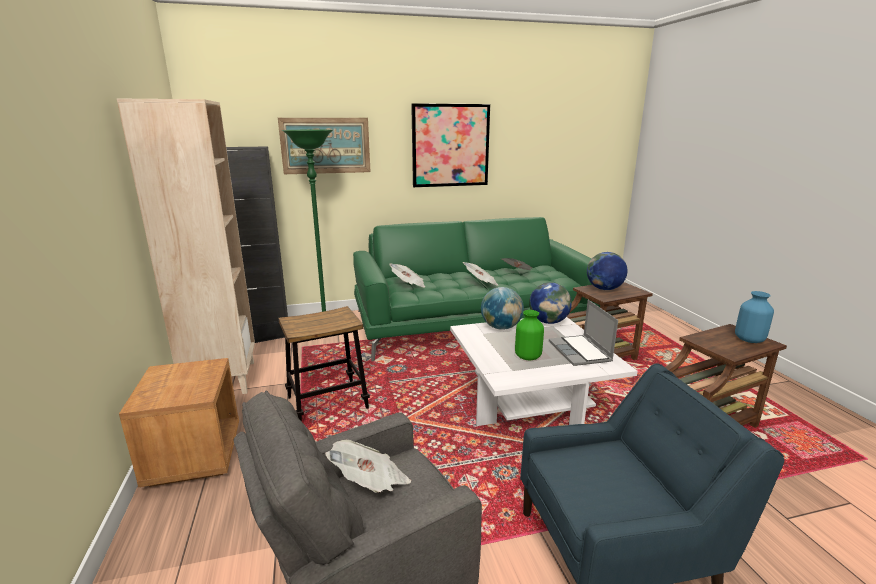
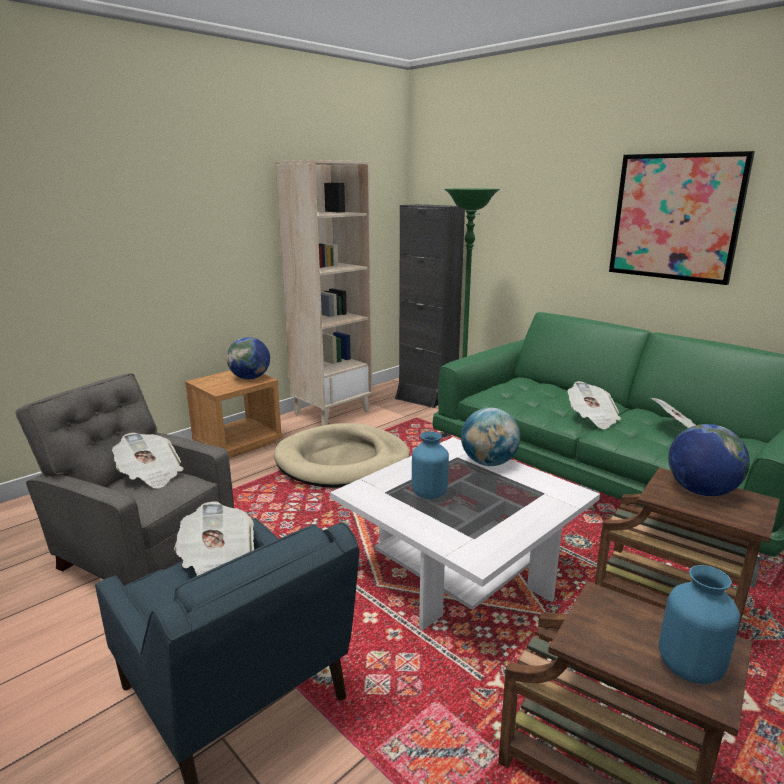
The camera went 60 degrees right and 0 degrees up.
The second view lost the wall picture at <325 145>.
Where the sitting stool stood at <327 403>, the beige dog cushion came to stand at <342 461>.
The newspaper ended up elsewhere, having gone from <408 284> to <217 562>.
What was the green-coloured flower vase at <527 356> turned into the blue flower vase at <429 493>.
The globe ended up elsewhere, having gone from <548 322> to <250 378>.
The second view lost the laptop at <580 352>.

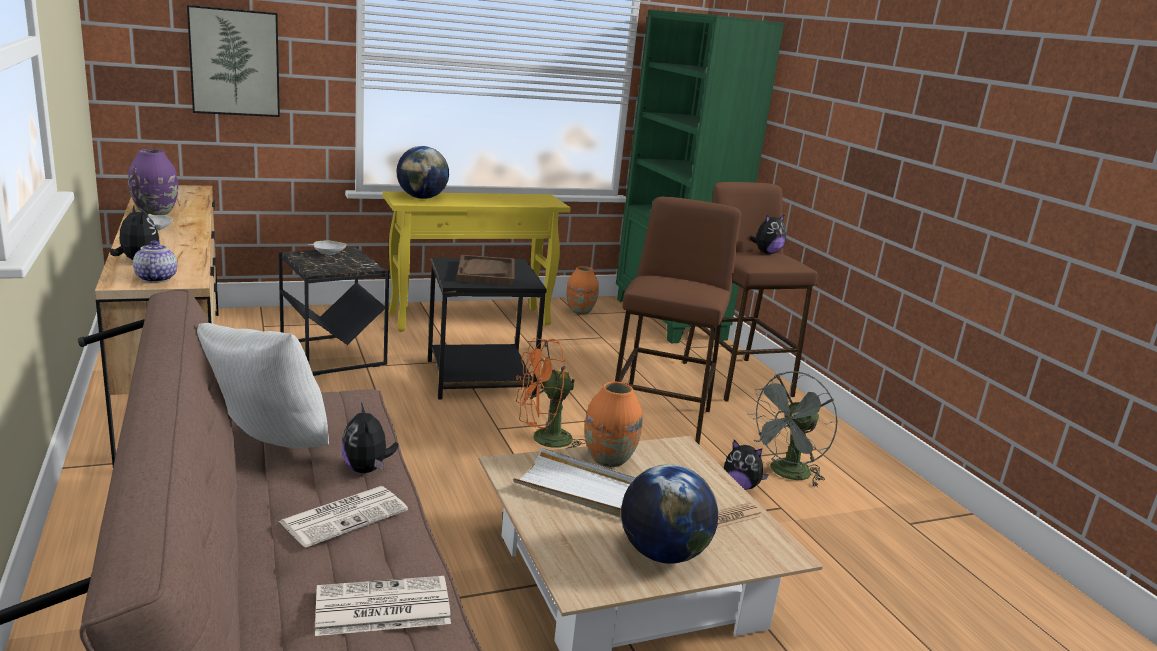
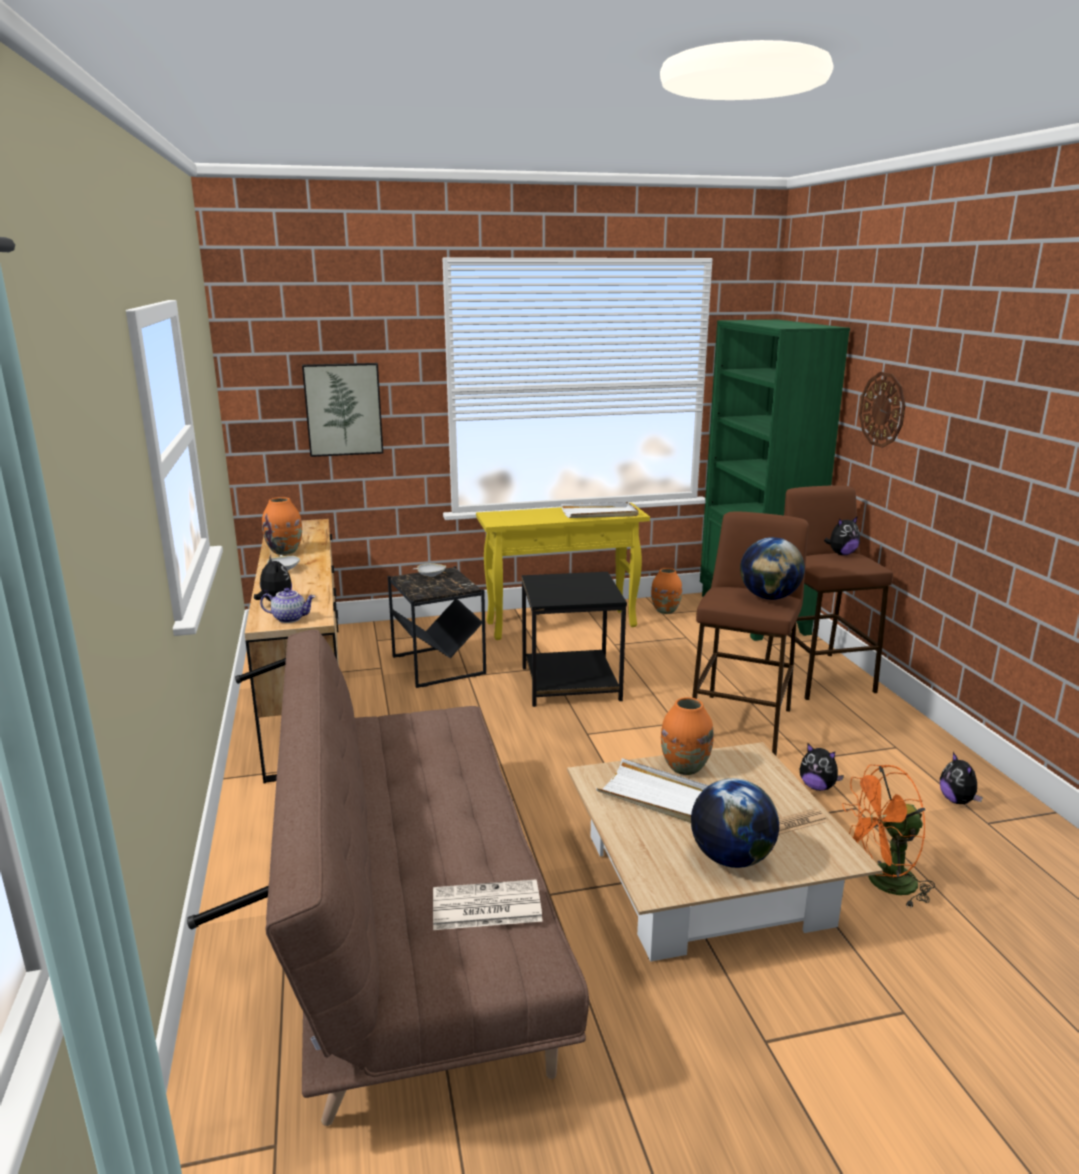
The camera went 10 degrees right and 0 degrees up.
What was the purple flower vase at <156 213> turned into the orange flower vase at <285 551>.
The pot for tea at <155 278> ended up facing another way, 105 degrees clockwise from before.
The second view lost the white pillow at <265 446>.
The second view lost the newspaper at <345 516>.
The plush toy ended up elsewhere, having gone from <367 469> to <957 801>.
The globe ended up elsewhere, having gone from <422 198> to <769 597>.
The second view lost the brownish tray at <486 272>.
The orange electric fan ended up elsewhere, having gone from <543 440> to <883 883>.
The second view lost the grey electric fan at <786 474>.
The second view gained the white tray at <600 513>.
The second view gained the wall clock at <882 409>.

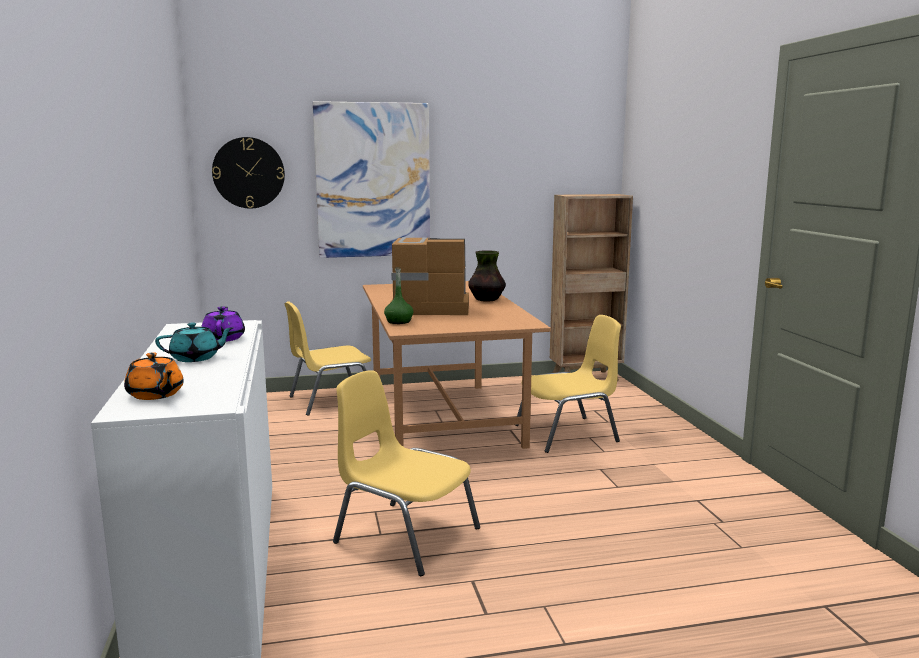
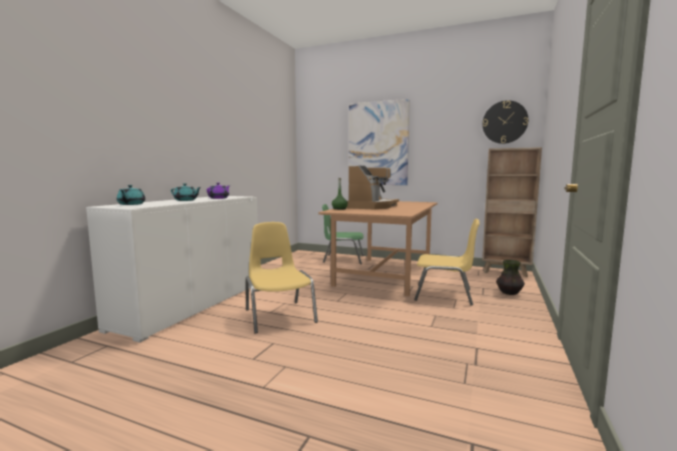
The camera went 35 degrees right and 5 degrees down.
What was the orange pot for tea at <155 395> turned into the turquoise pot for tea at <131 204>.
The wall clock ended up elsewhere, having gone from <248 173> to <504 122>.
What was the yellow-coloured chair at <330 401> turned into the green-coloured chair at <343 259>.
The coffee brewer at <429 308> ended up facing another way, 75 degrees clockwise from before.
The flower vase ended up elsewhere, having gone from <486 300> to <509 293>.

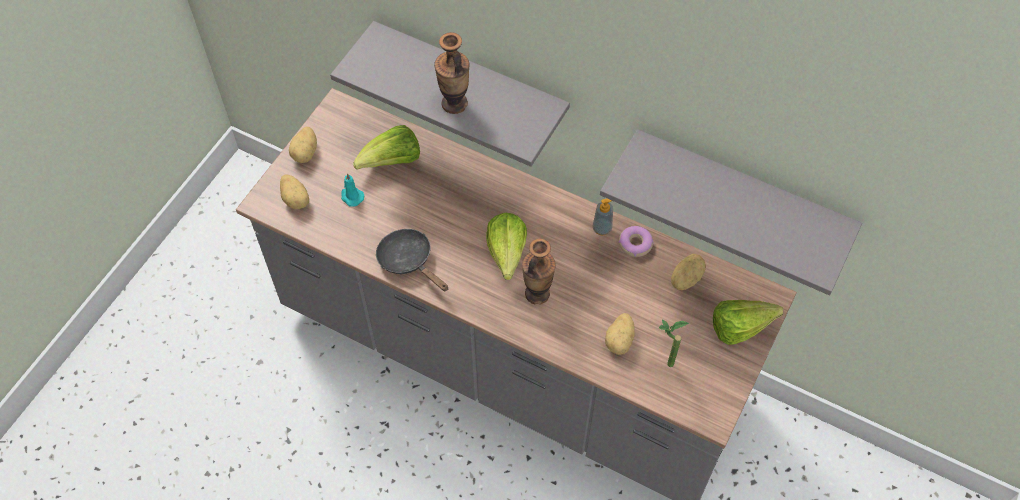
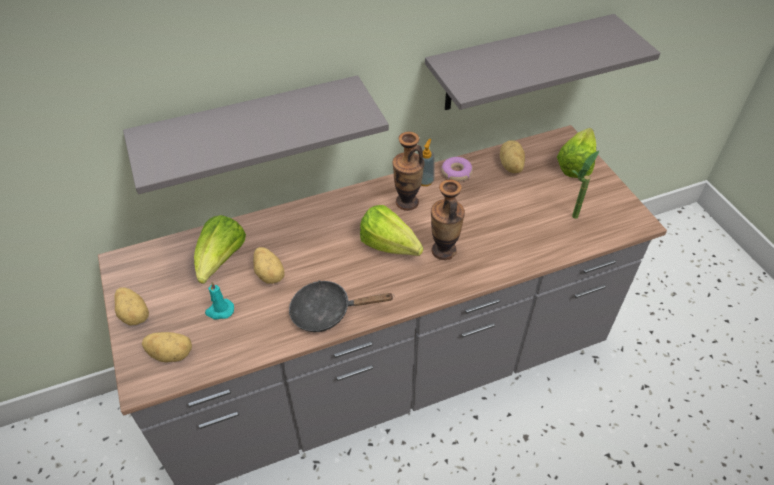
The camera went 50 degrees left and 10 degrees down.
The flower vase ended up elsewhere, having gone from <454 103> to <407 202>.
The spud ended up elsewhere, having gone from <620 340> to <270 274>.

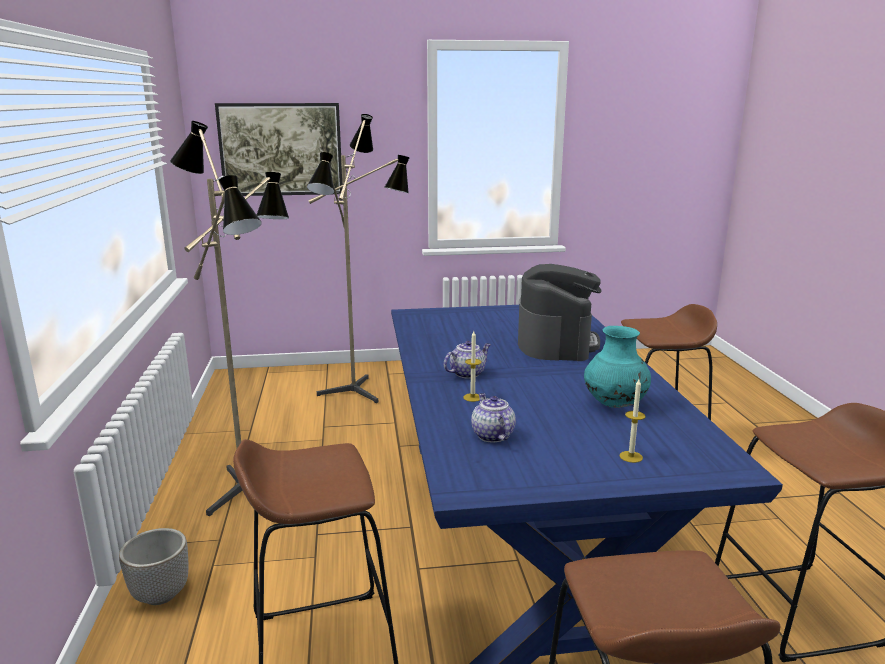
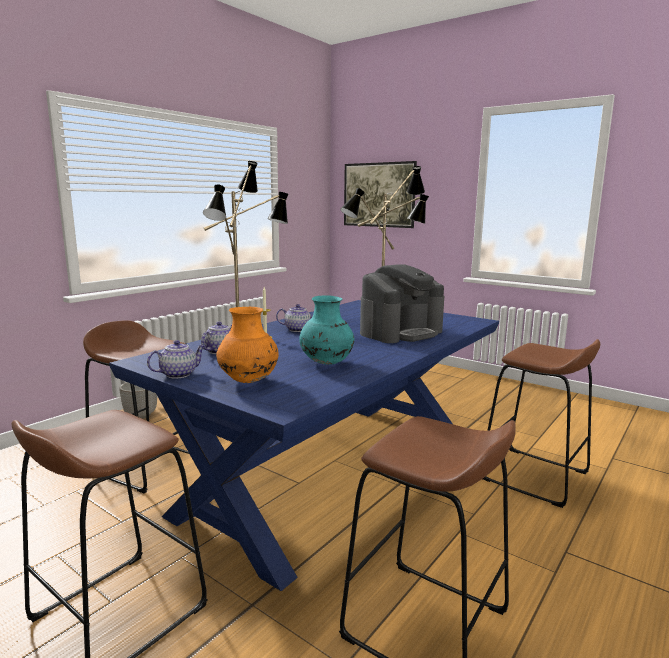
The camera went 45 degrees right and 5 degrees down.
Where the wax candle stood at <631 457>, the orange flower vase came to stand at <249 381>.
The second view gained the pot for tea at <179 374>.

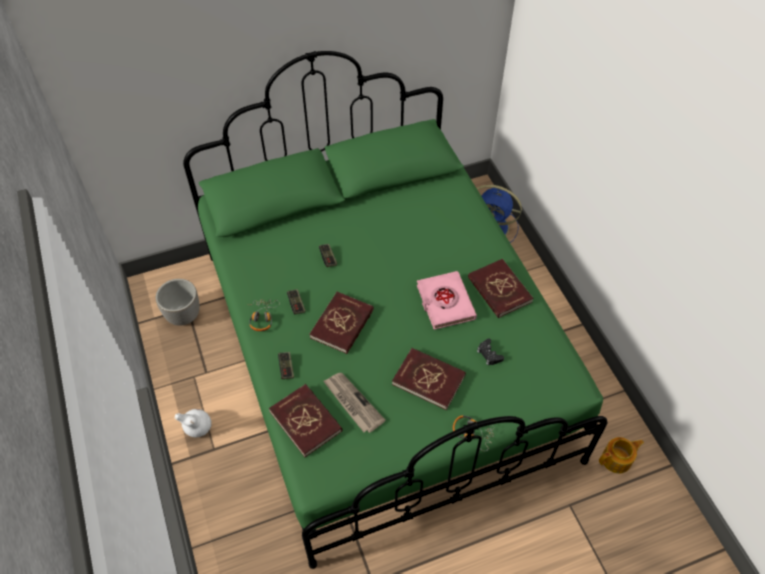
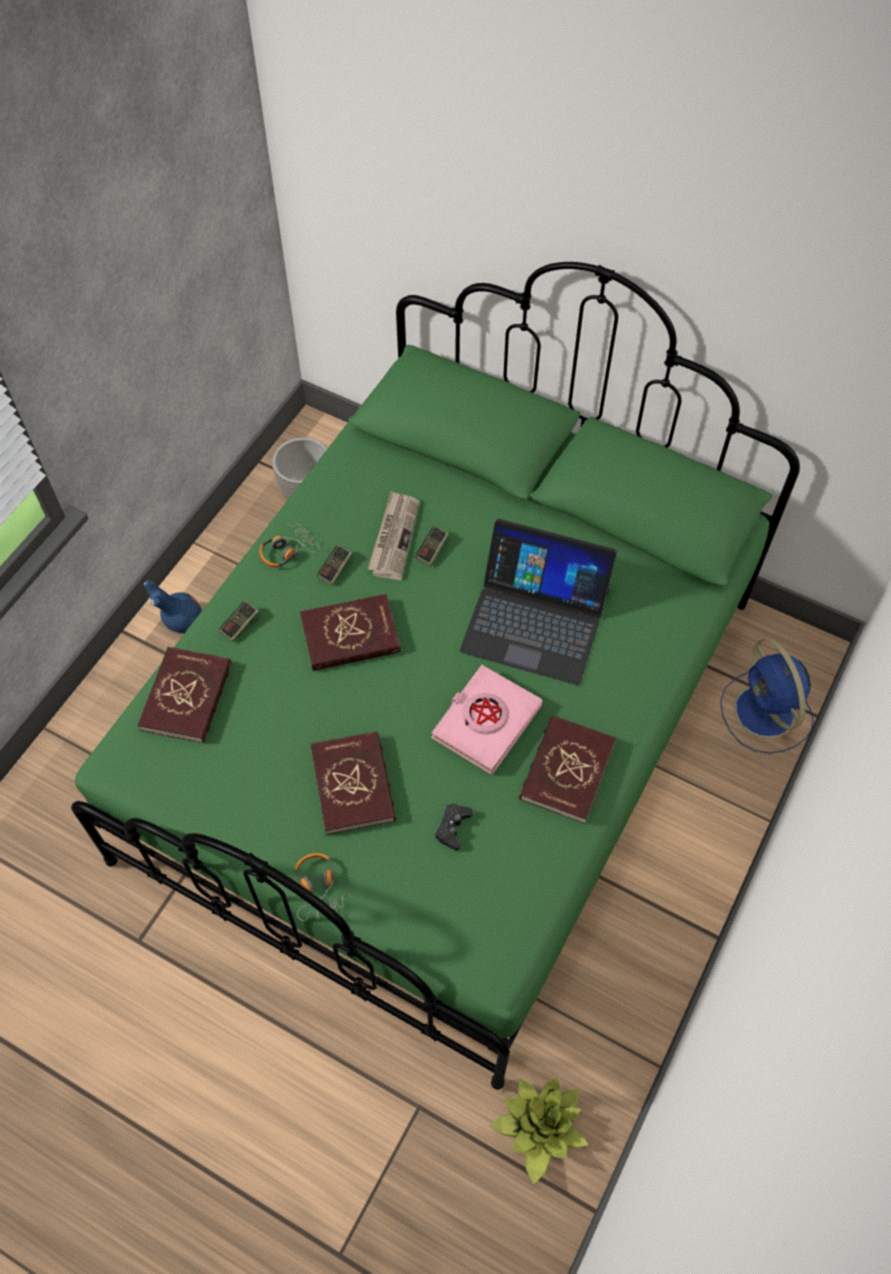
The camera went 50 degrees right and 5 degrees up.
What was the white flower vase at <197 429> turned into the blue flower vase at <181 621>.
The newspaper ended up elsewhere, having gone from <352 403> to <394 537>.
Where the pot for tea stood at <617 459>, the potted plant came to stand at <539 1128>.
The second view gained the laptop at <535 620>.

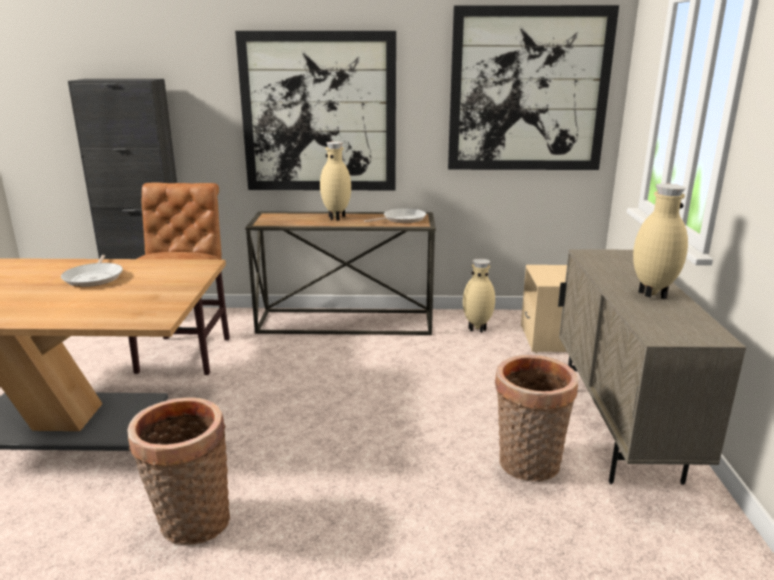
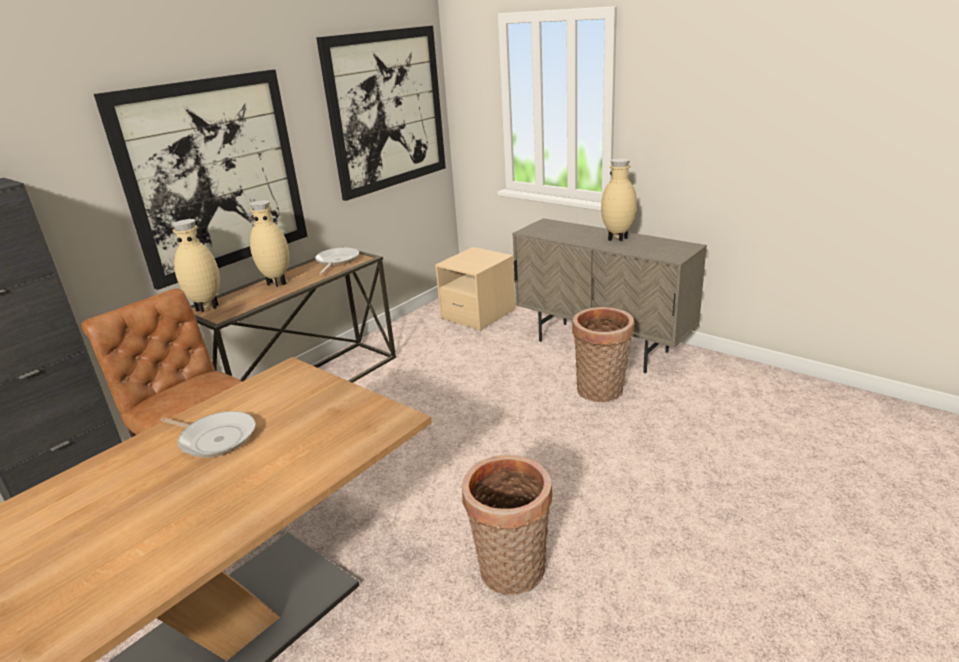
The camera went 50 degrees left and 5 degrees up.
The beige flower vase ended up elsewhere, having gone from <477 329> to <207 307>.

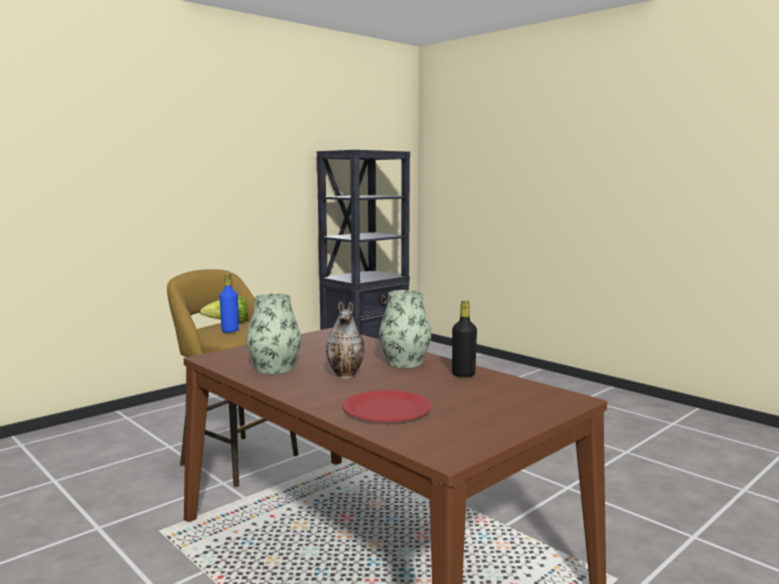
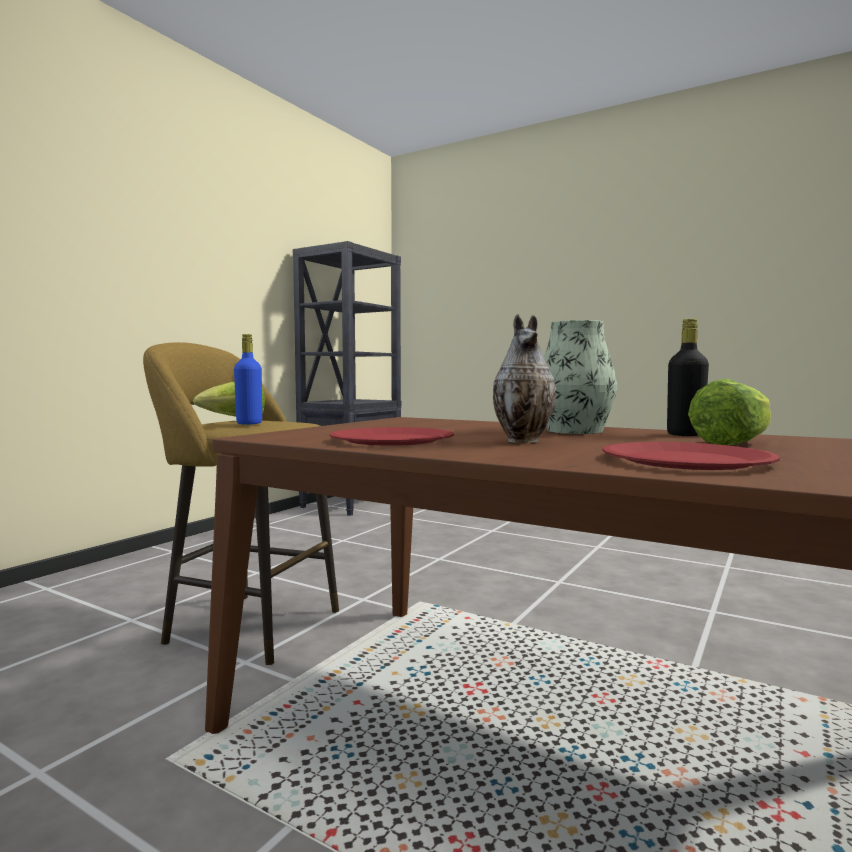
The camera went 15 degrees left and 5 degrees down.
Where the flower vase stood at <275 368>, the red-coloured dinner plate came to stand at <392 440>.
The second view gained the head of lettuce at <733 443>.

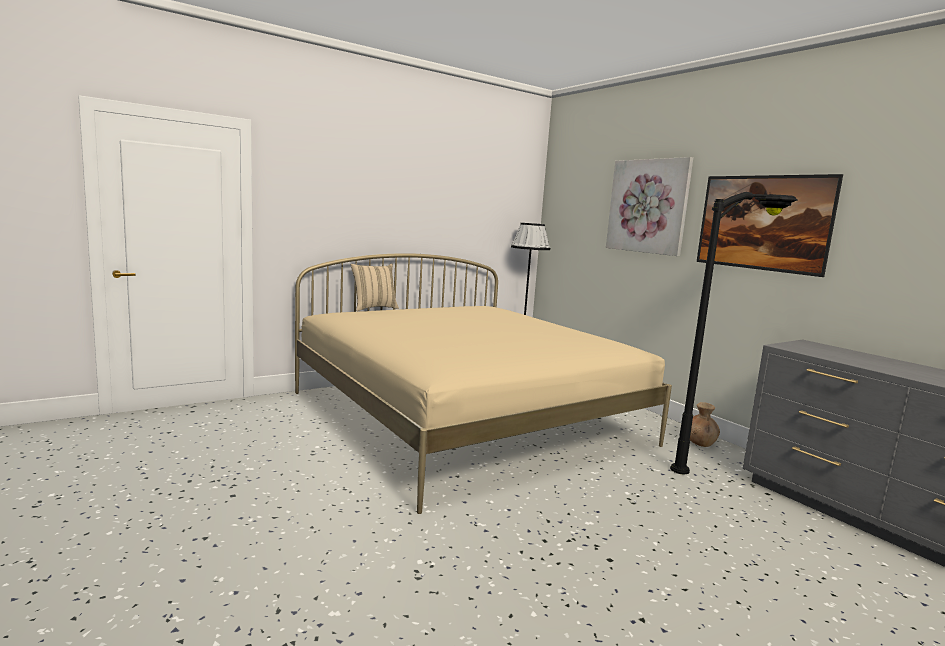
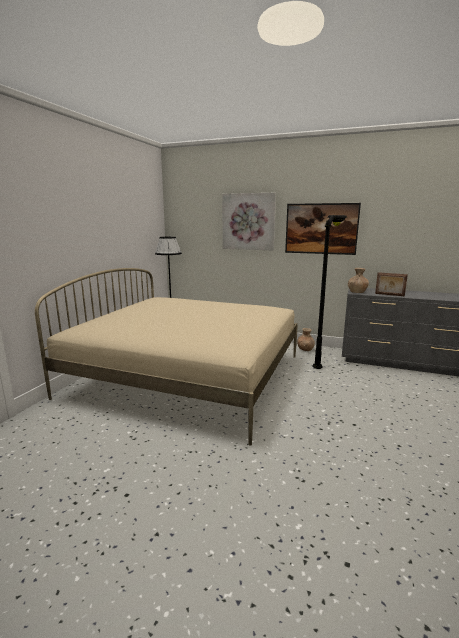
The camera went 35 degrees left and 5 degrees up.
The second view lost the beige pillow at <373 308>.
The second view gained the brownish flower vase at <357 292>.
The second view gained the picture frame at <389 295>.

